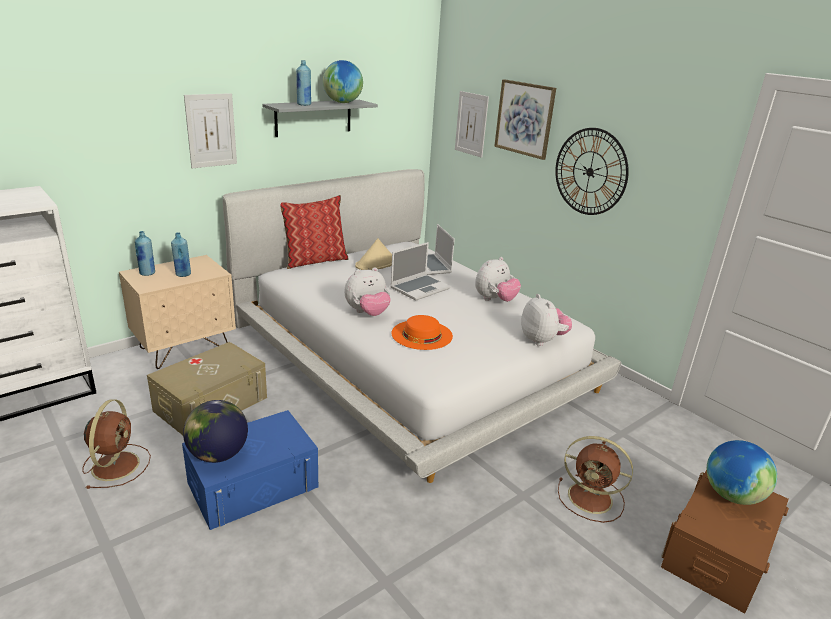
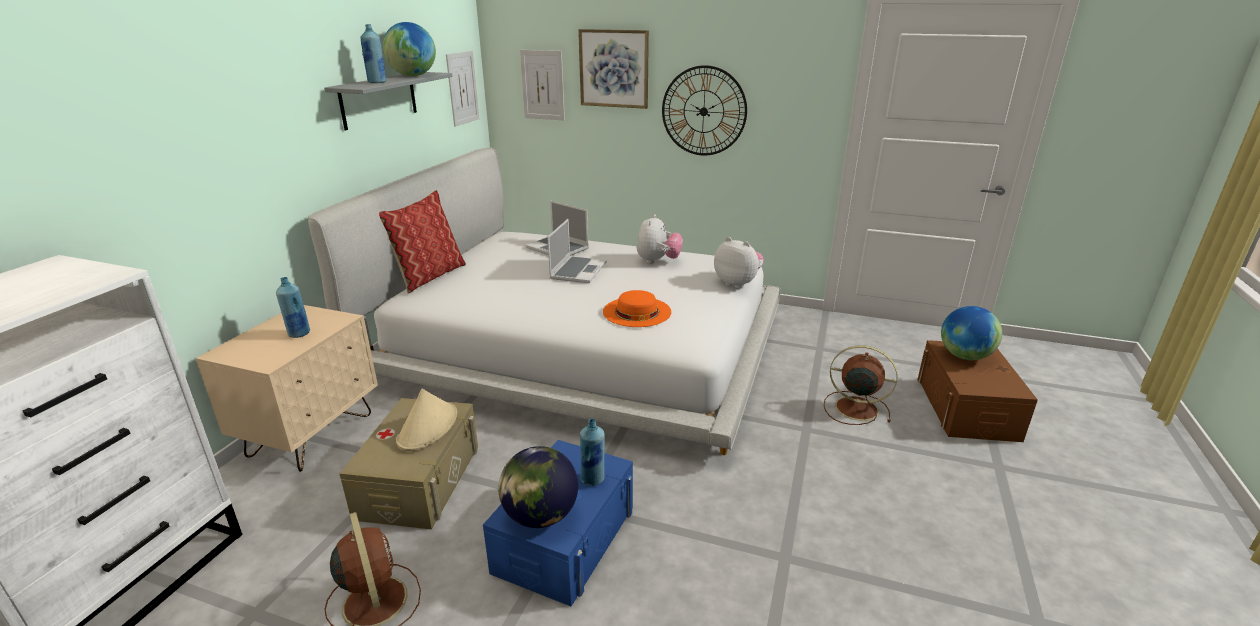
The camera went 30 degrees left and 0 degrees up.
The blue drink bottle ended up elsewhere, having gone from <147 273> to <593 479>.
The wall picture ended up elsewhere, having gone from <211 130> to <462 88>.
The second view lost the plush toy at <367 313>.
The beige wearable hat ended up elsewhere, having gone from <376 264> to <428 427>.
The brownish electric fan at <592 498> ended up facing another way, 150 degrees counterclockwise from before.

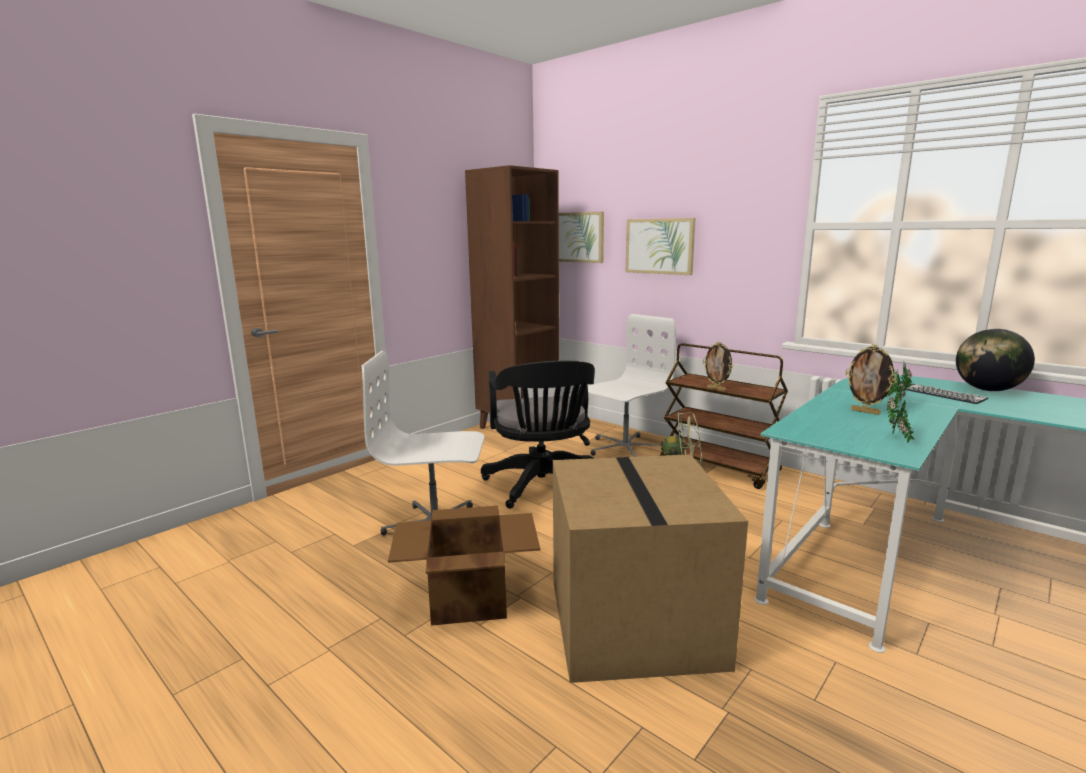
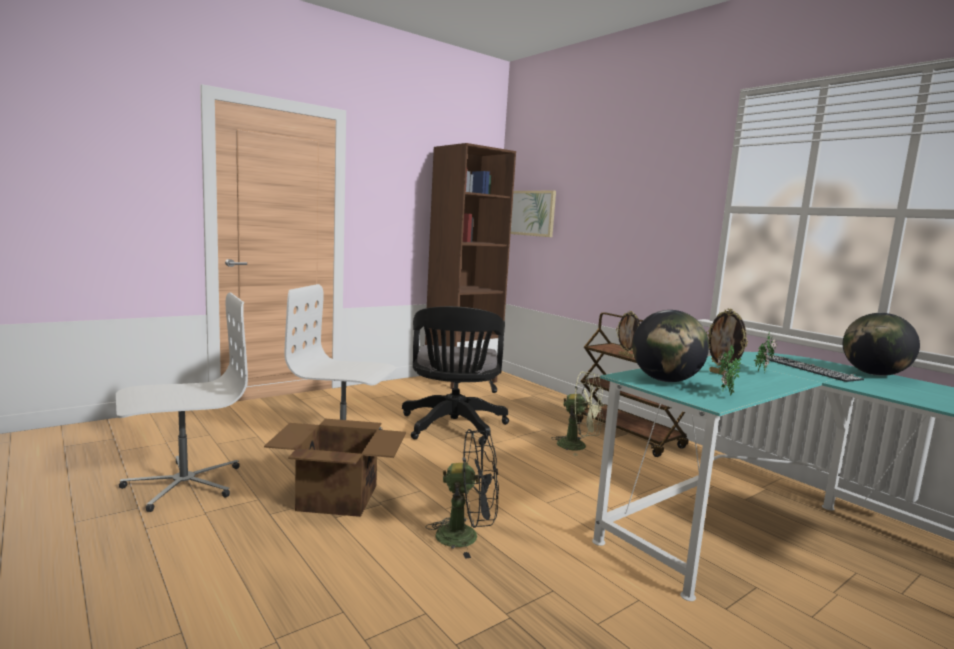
The camera went 10 degrees right and 5 degrees down.
Where the packing box stood at <631 621>, the black electric fan came to stand at <466 536>.
The white desk chair ended up elsewhere, having gone from <624 448> to <183 484>.
The second view lost the wall picture at <659 246>.
The second view gained the globe at <665 380>.

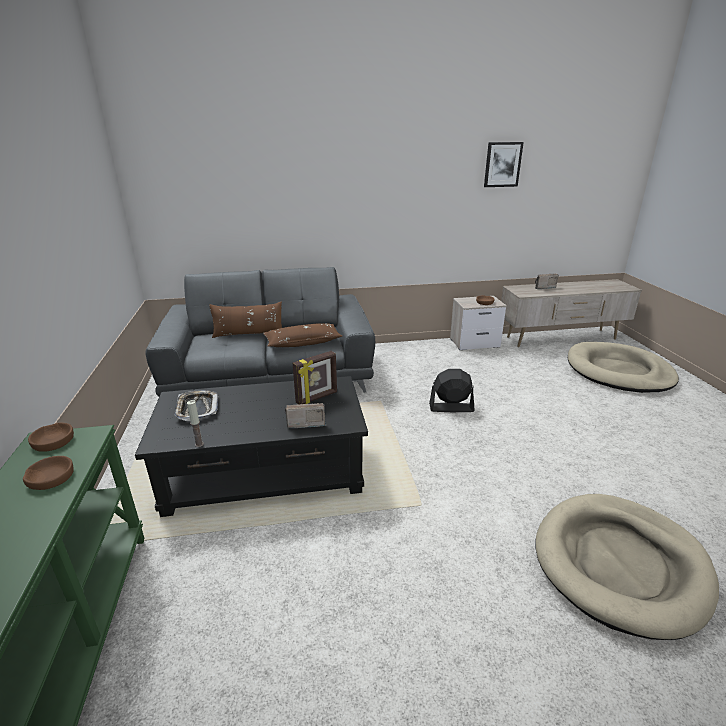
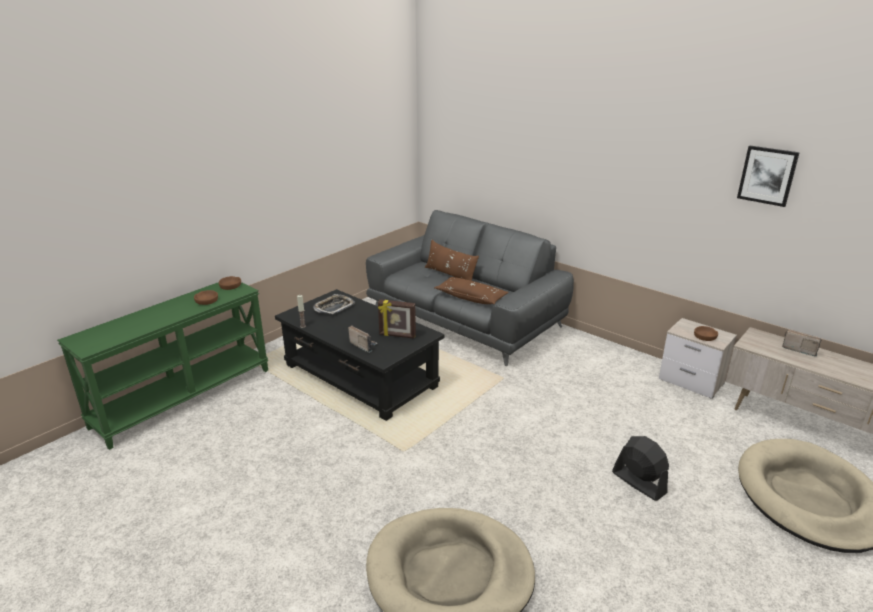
The camera went 50 degrees right and 0 degrees up.
The black electric fan ended up elsewhere, having gone from <451 408> to <638 482>.

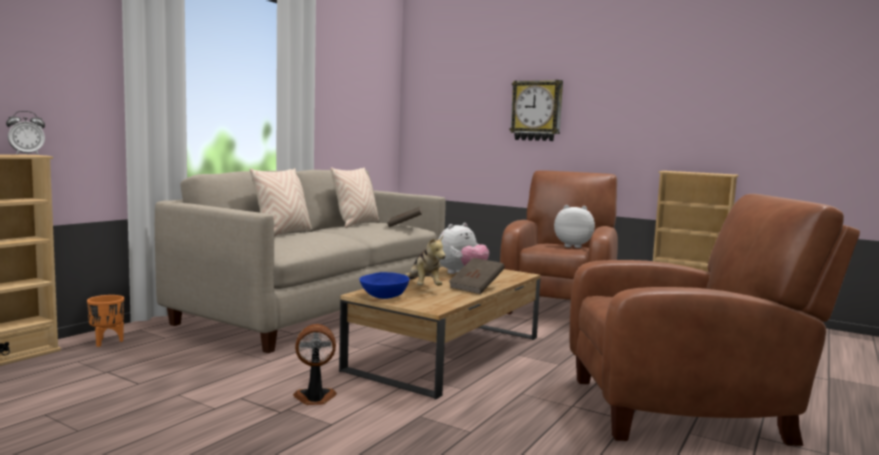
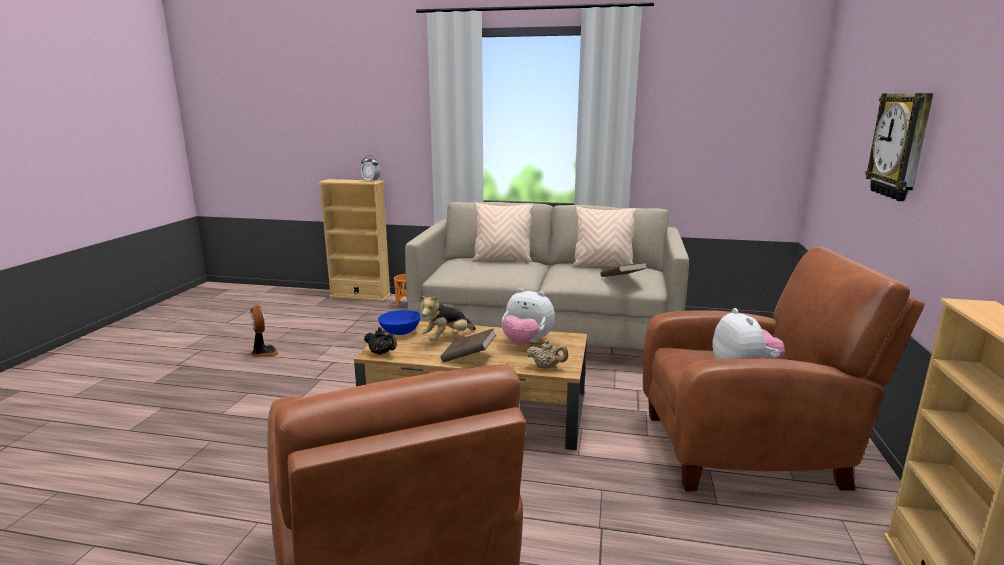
The camera went 70 degrees right and 10 degrees up.
The electric fan ended up elsewhere, having gone from <315 398> to <264 352>.
The second view gained the black pot for tea at <381 353>.
The second view gained the beige pot for tea at <546 367>.

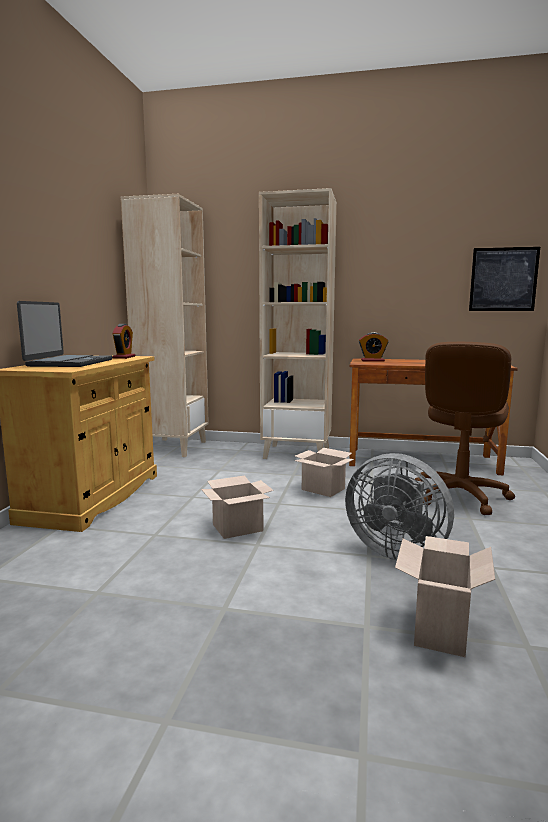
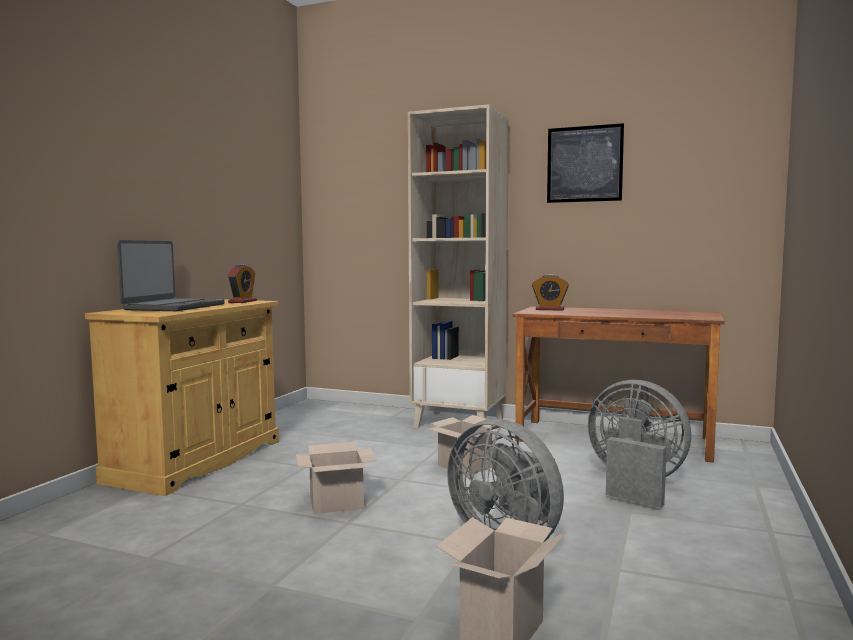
The camera went 10 degrees right and 5 degrees down.
The second view lost the beige bookshelf at <173 447>.
Where the brownish desk chair stood at <459 496>, the grey electric fan came to stand at <634 484>.
The wall picture ended up elsewhere, having gone from <503 279> to <584 164>.

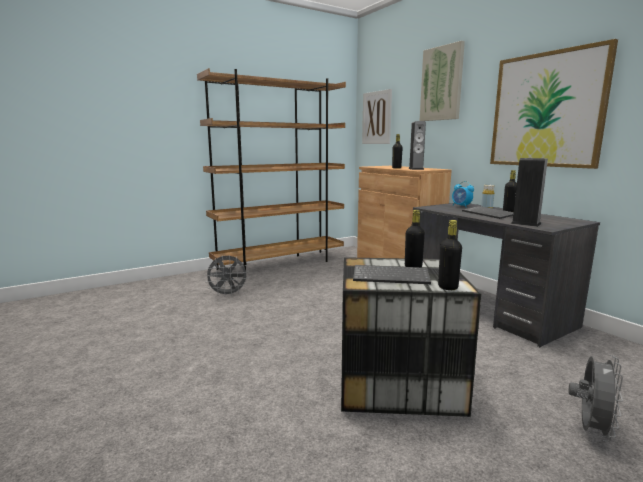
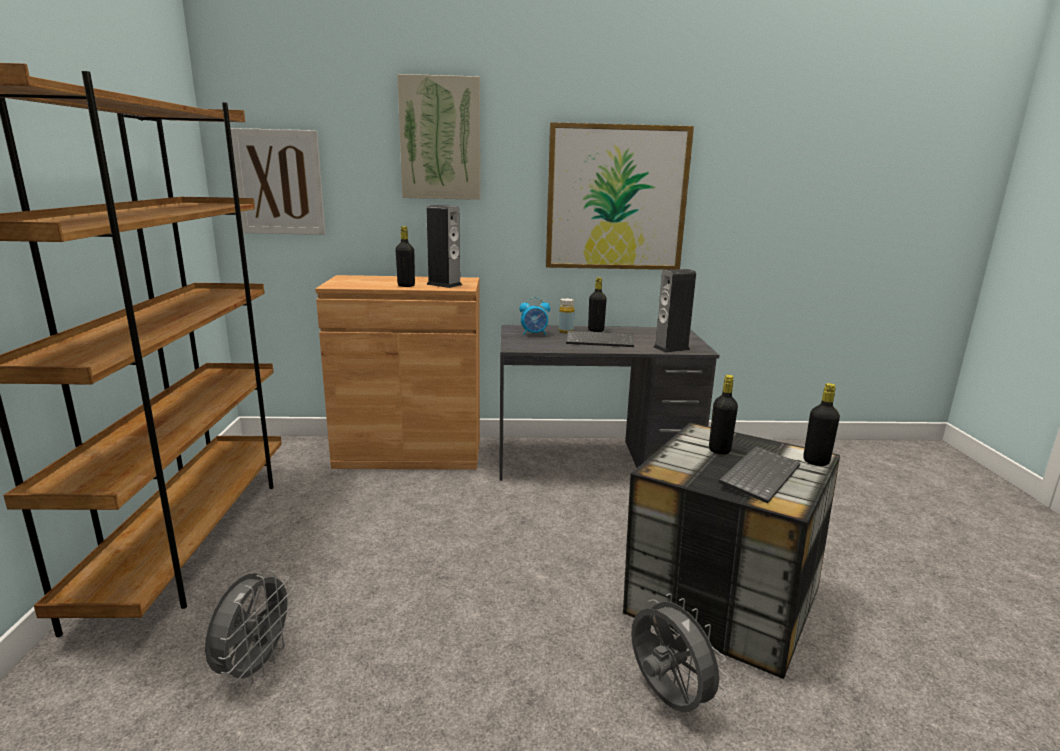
The camera went 60 degrees left and 5 degrees up.
The grey electric fan ended up elsewhere, having gone from <590 429> to <666 699>.

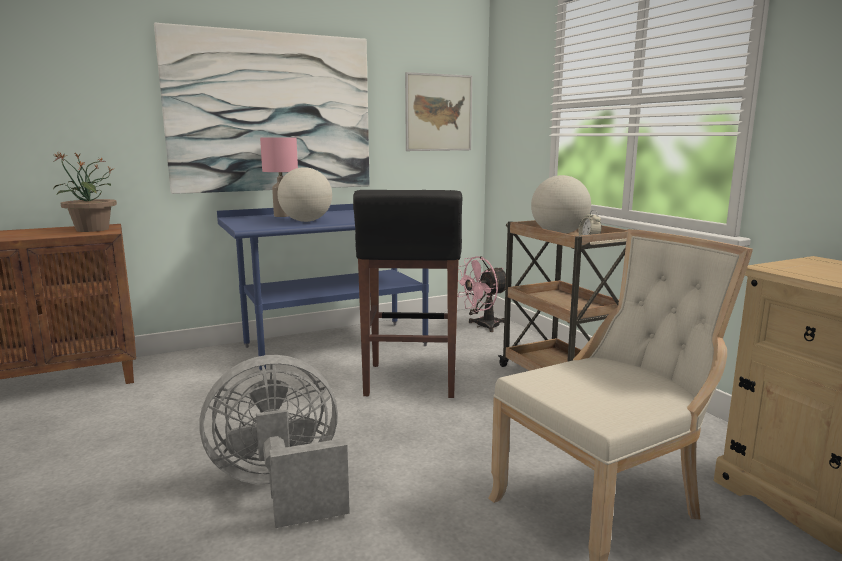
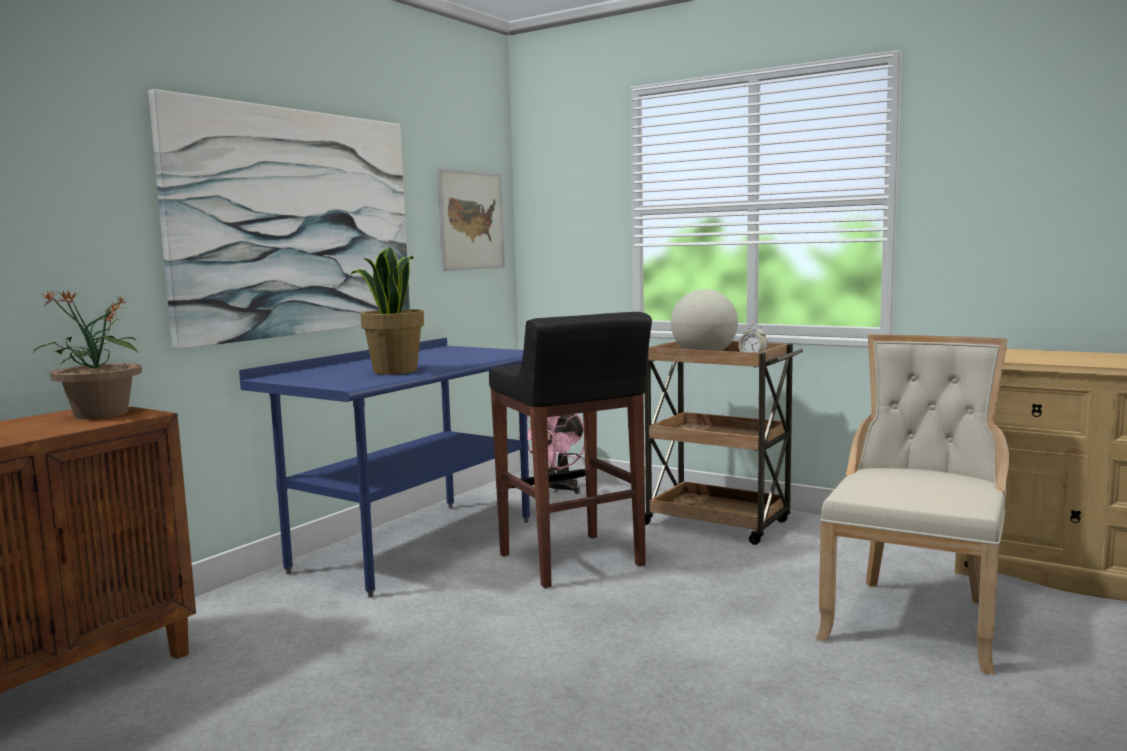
The camera went 30 degrees left and 5 degrees down.
The second view lost the grey electric fan at <281 488>.
The second view lost the pink table lamp at <282 216>.
Where the globe stood at <306 221>, the potted plant came to stand at <394 371>.

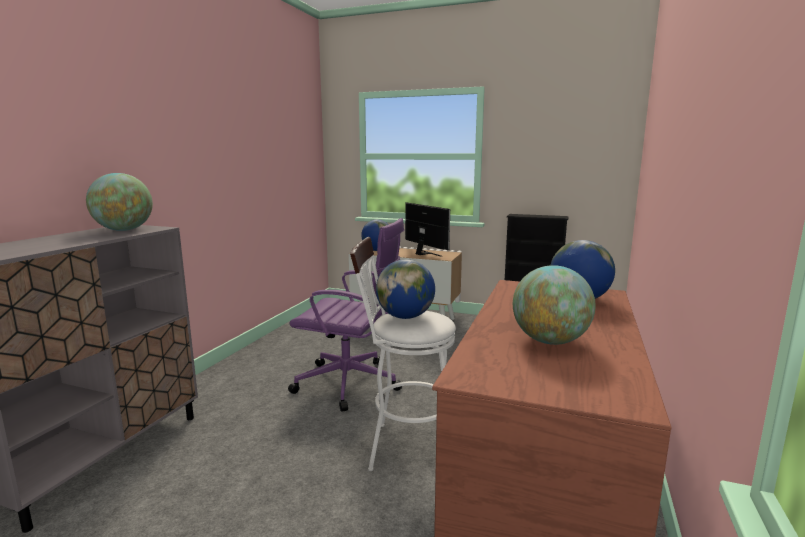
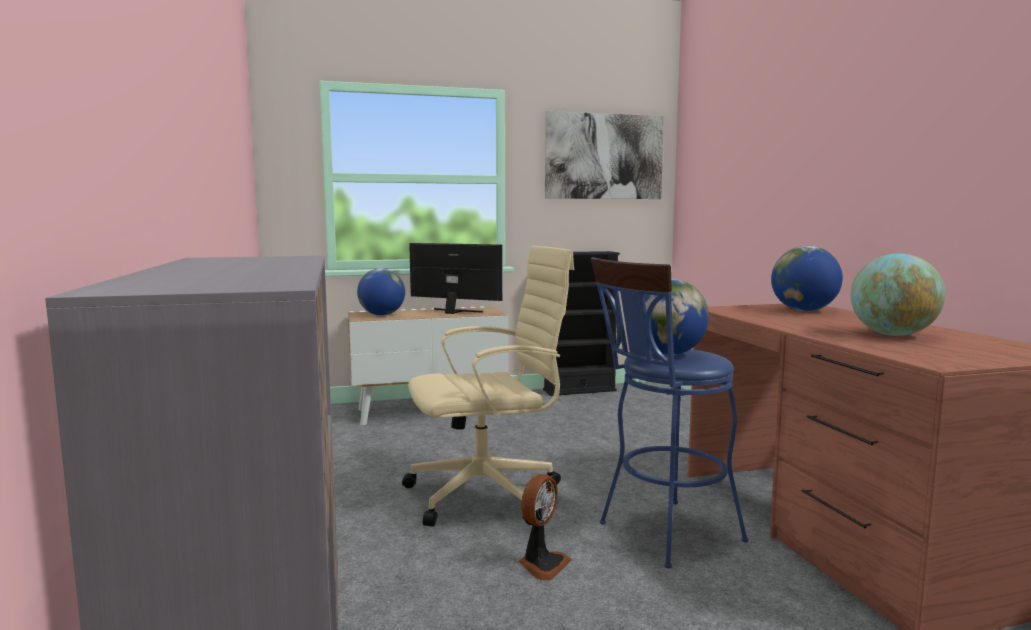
The camera went 35 degrees left and 5 degrees down.
The second view lost the globe at <124 230>.
What was the purple desk chair at <350 384> turned into the beige desk chair at <488 494>.
What was the white sitting stool at <404 448> turned into the blue sitting stool at <662 534>.
The second view gained the electric fan at <542 564>.
The second view gained the wall picture at <604 156>.

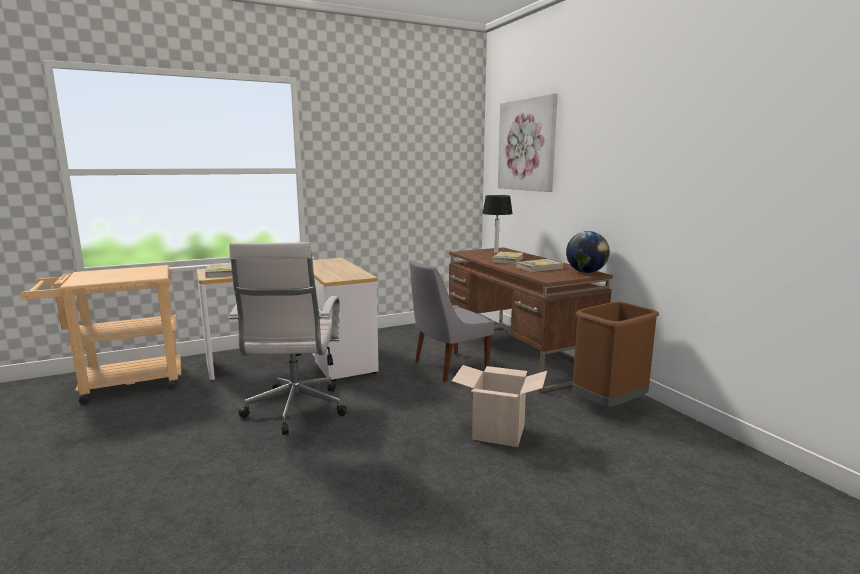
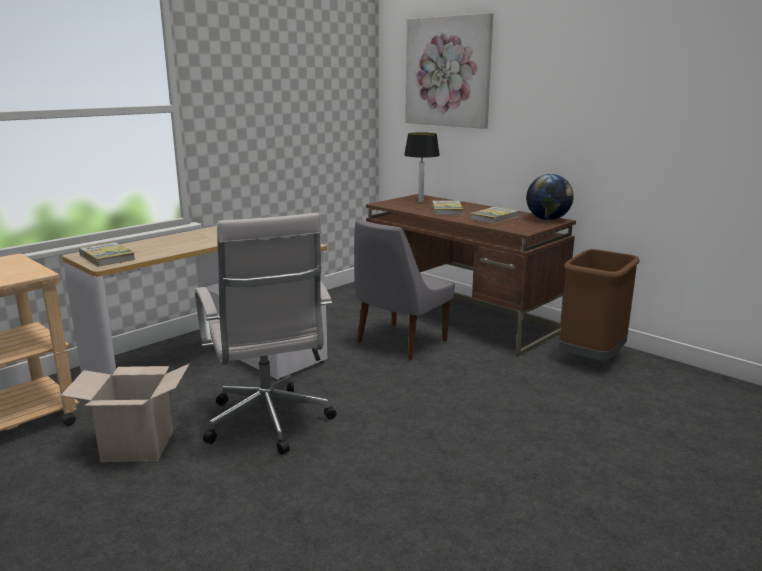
The camera went 20 degrees left and 5 degrees up.
The packing box ended up elsewhere, having gone from <498 432> to <137 446>.

